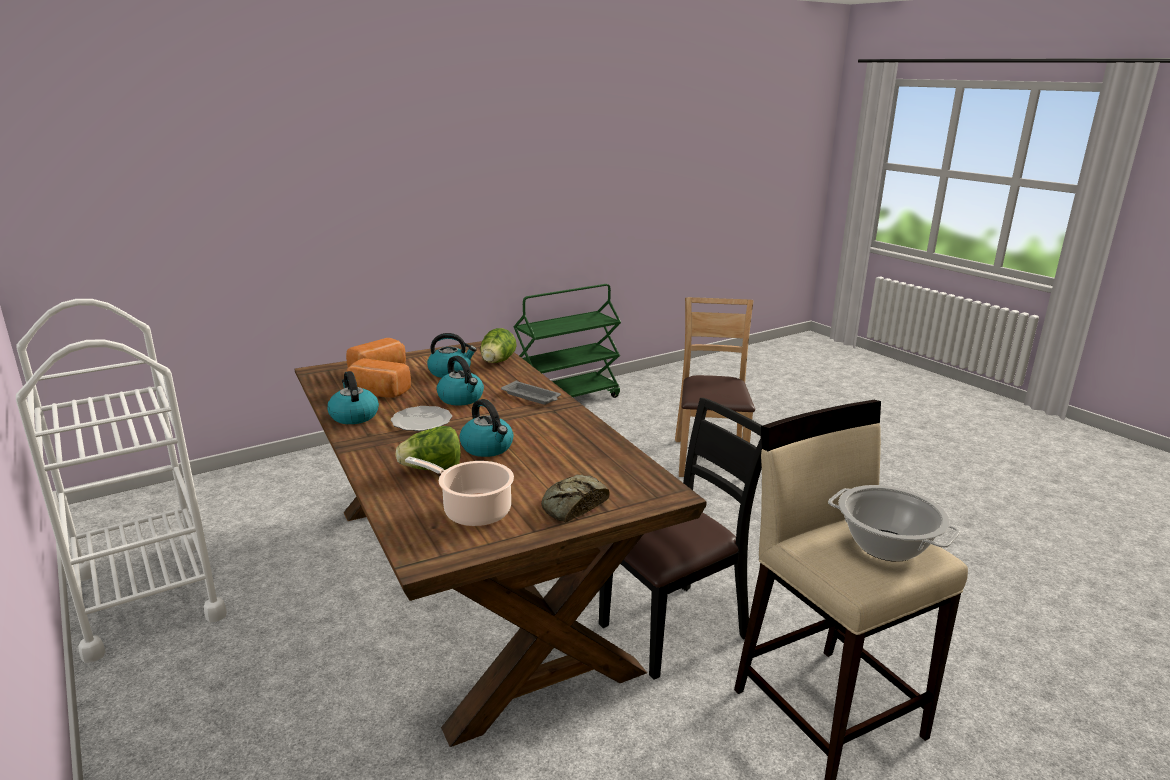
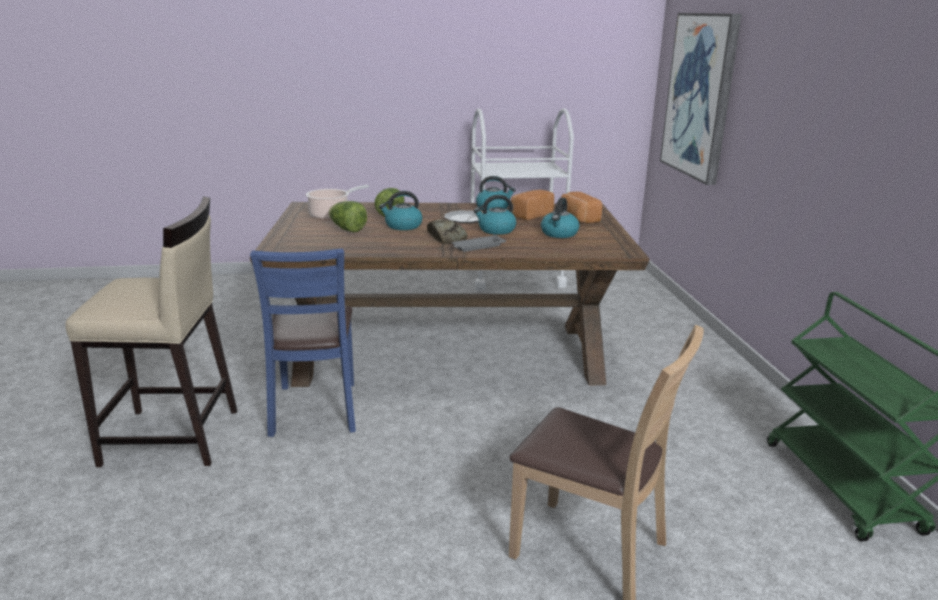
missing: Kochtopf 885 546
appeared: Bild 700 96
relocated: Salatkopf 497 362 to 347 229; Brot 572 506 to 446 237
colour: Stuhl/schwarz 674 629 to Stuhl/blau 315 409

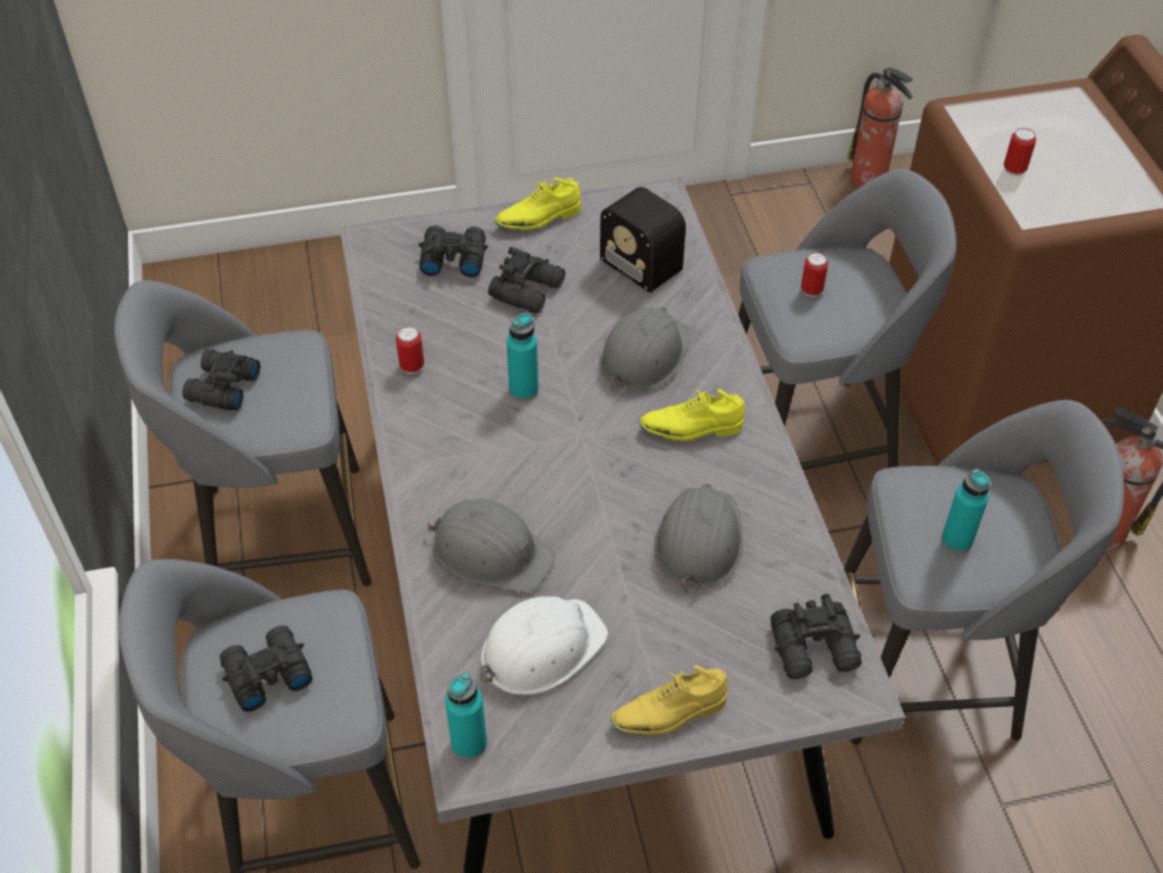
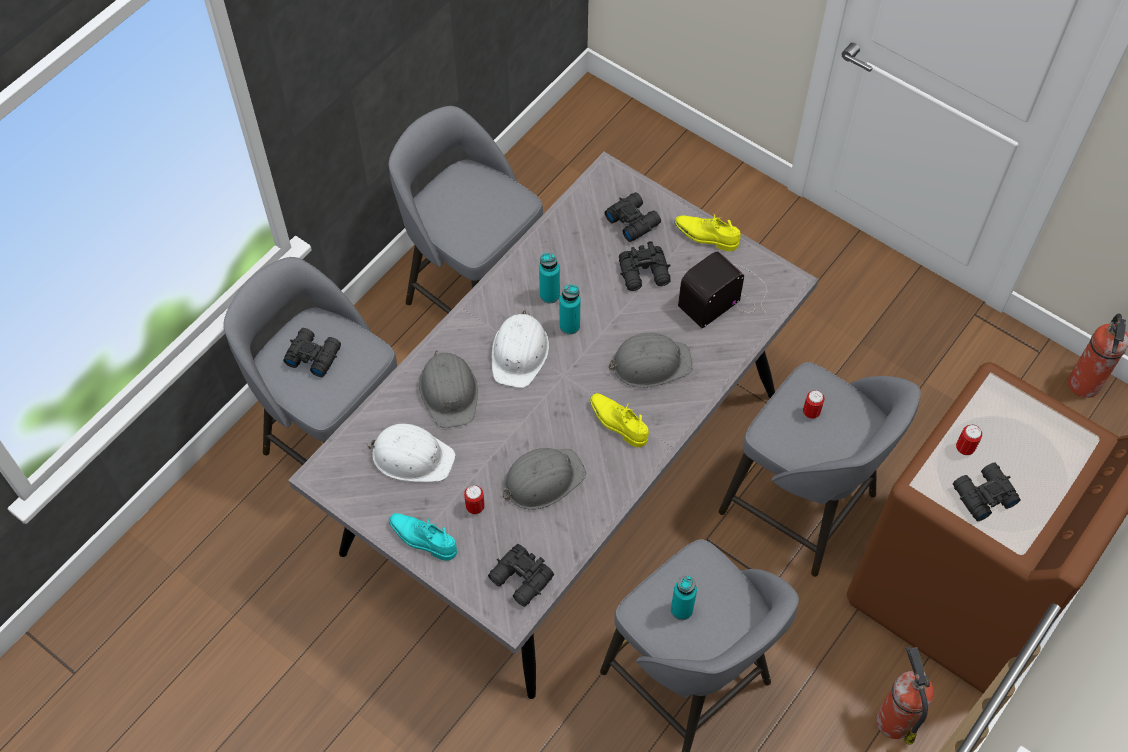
appeared: Schutzhelm/weiß 520 352
relocated: Fernglas/schwarz 221 388 to 982 495; Dose 412 366 to 475 507; Flasche/türkis 469 743 to 549 295
colour: Schuh/gelb 669 714 to Schuh/türkis 423 539
spun: Radio 626 249 = 726 295 45 degrees clockwise

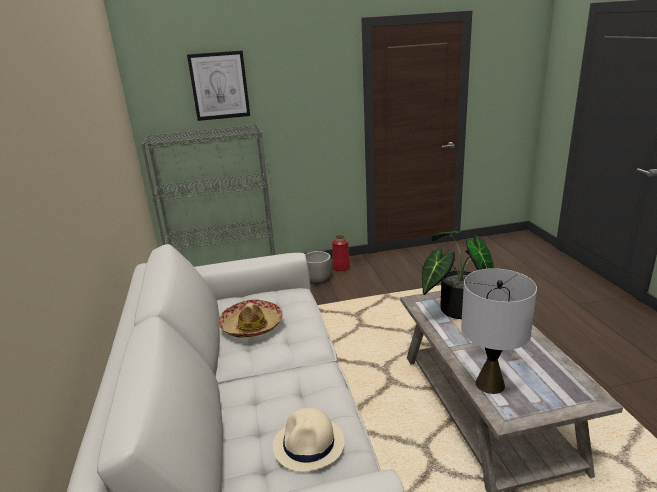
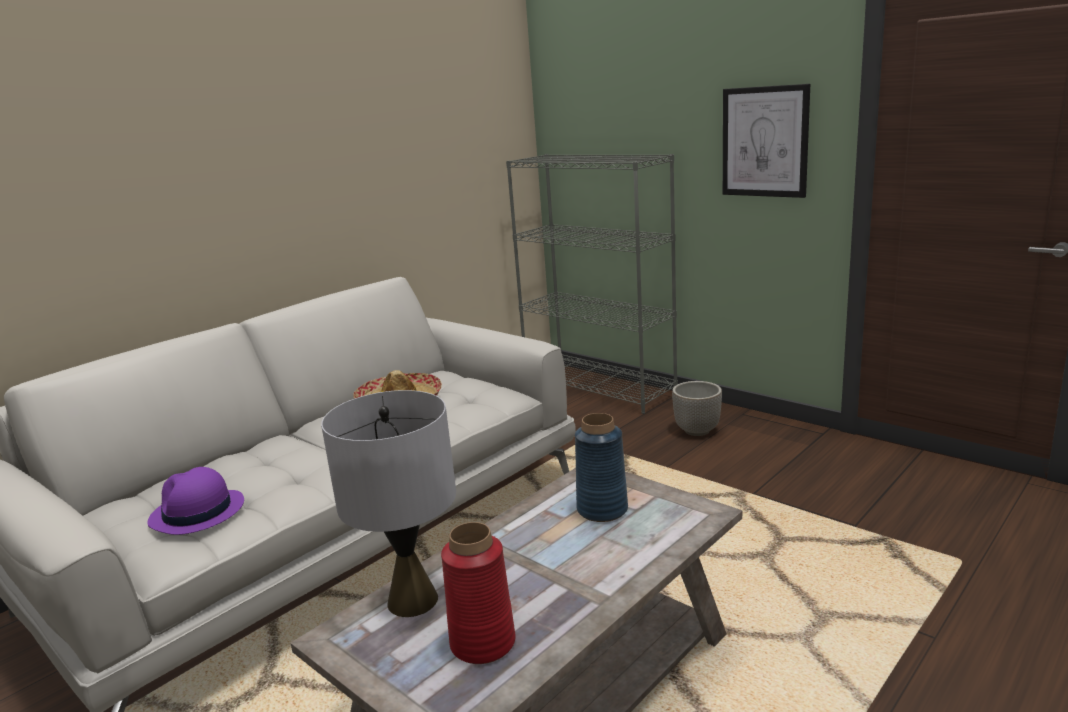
relocated: Bild 219 86 to 765 142; Vase/rot 341 267 to 482 643
exchanged: Topfpflanze 454 310 to Vase/blau 601 509
colour: Hut/beige 309 444 to Hut/lila 197 513

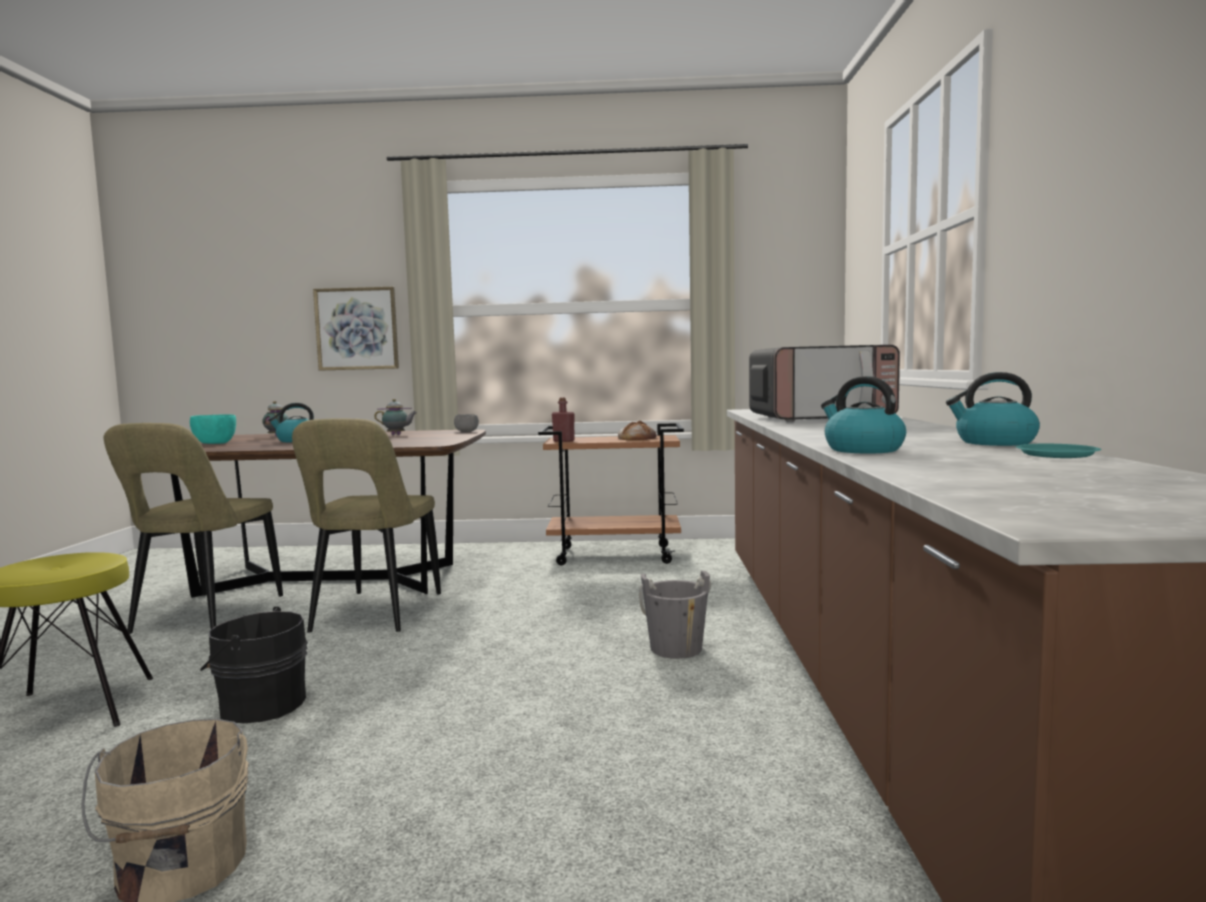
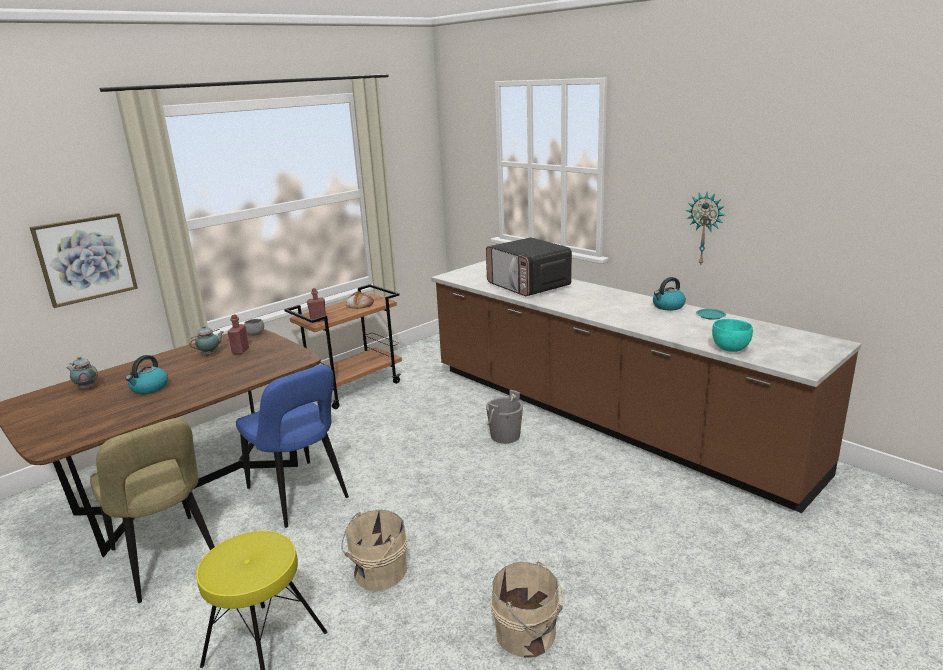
missing: Wasserkessel 862 449
appeared: Flasche/rot 240 351; Wanduhr 705 228
relocated: Schüssel/türkis 214 443 to 730 349
colour: Eimer/schwarz 260 705 to Eimer/beige 378 573; Stuhl/beige 374 615 to Stuhl/blau 300 495
spun: Mikrowelle 820 418 = 528 286 105 degrees clockwise

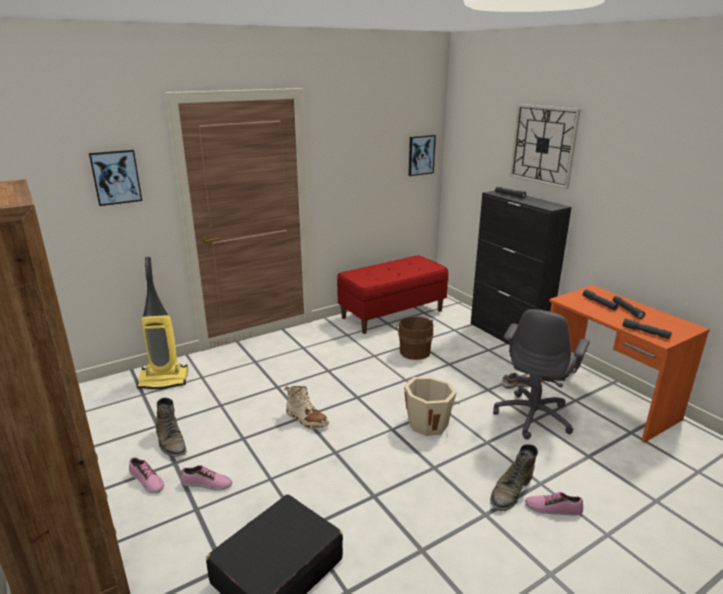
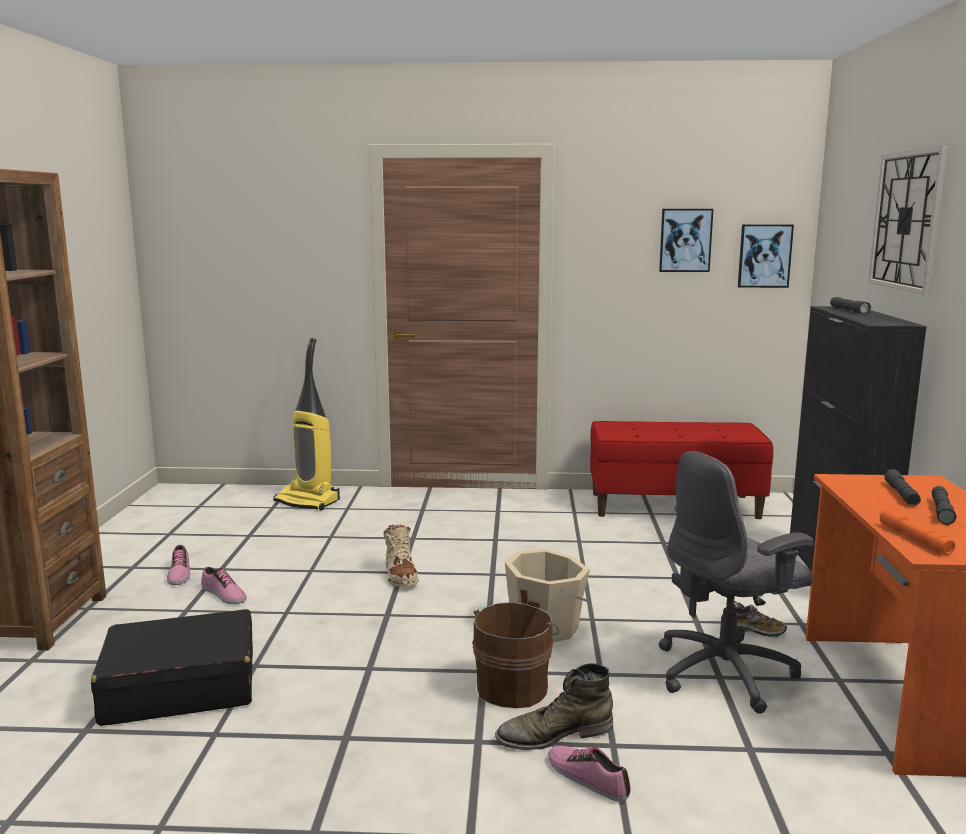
missing: Stiefel/grün 171 441
relocated: Bild 116 177 to 685 240; Eimer/braun 414 351 to 514 686
colour: Taschenlampe/grau 645 332 to Taschenlampe/orange 915 539

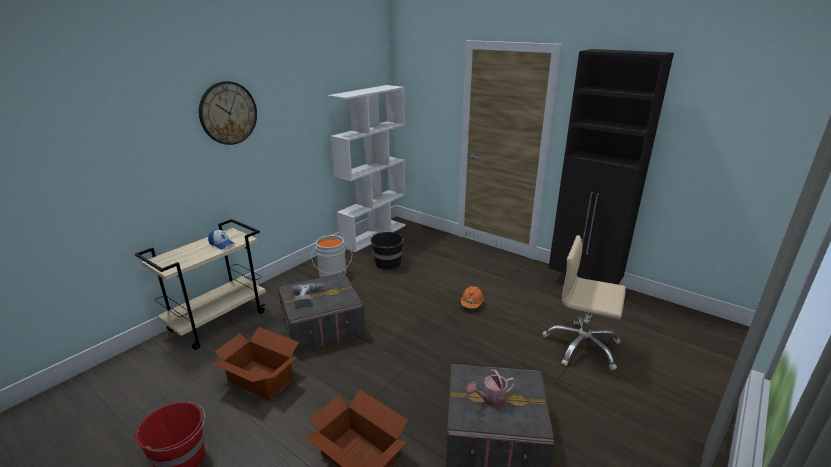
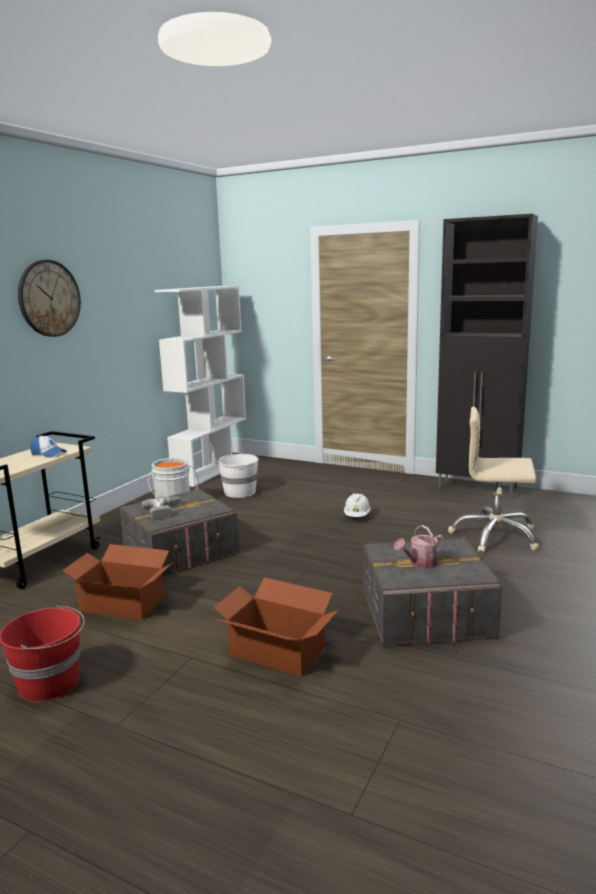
colour: Eimer/schwarz 388 263 to Eimer/weiß 240 492; Schutzhelm/orange 472 304 to Schutzhelm/weiß 357 516

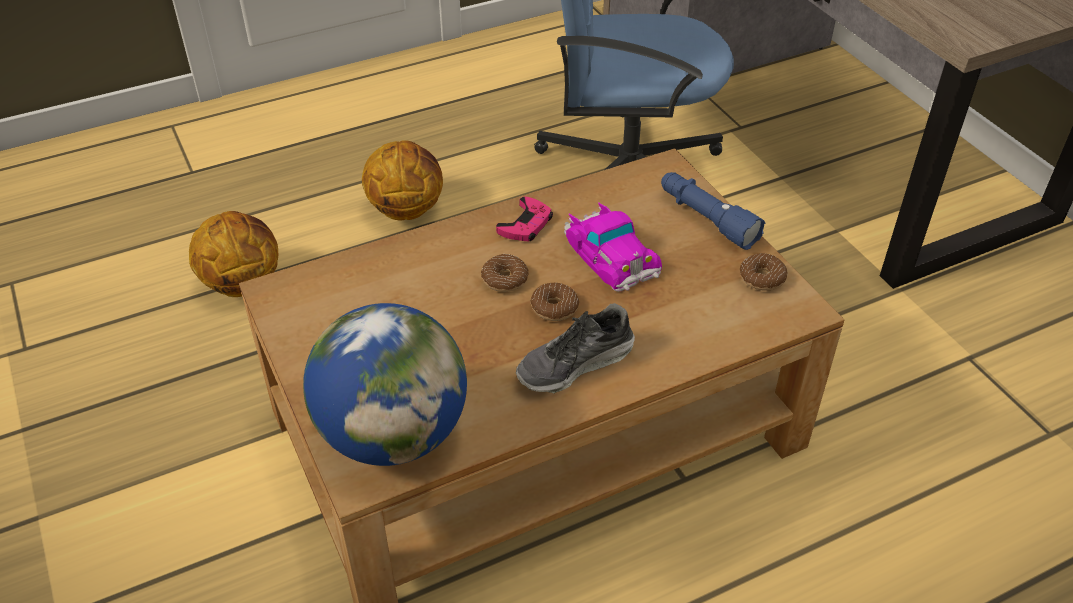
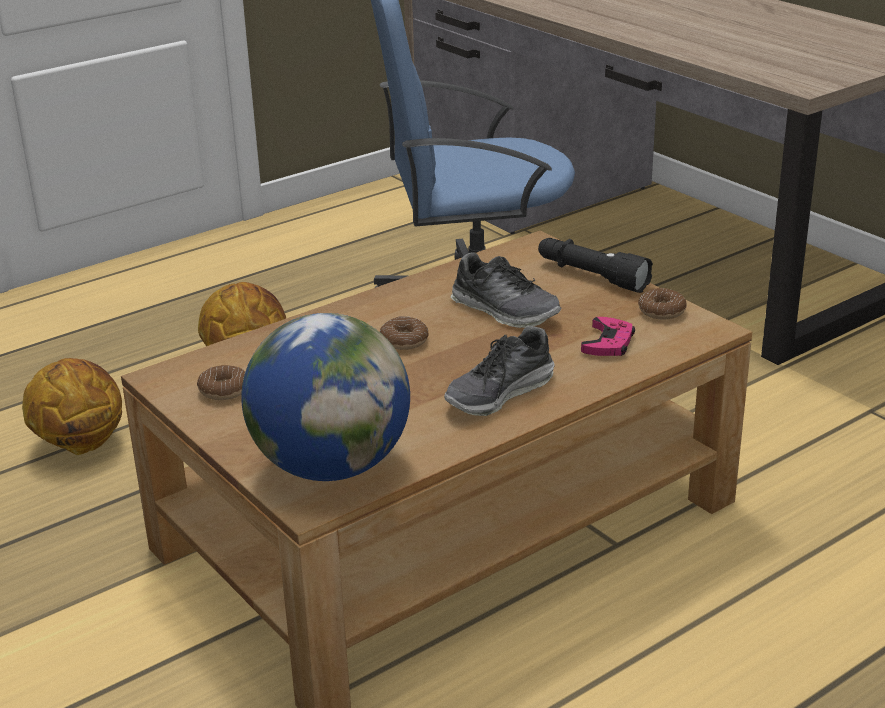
relocated: Gamepad/rosa 526 224 to 608 343; Donut 554 308 to 224 390
exchanged: Spielzeugauto 610 253 to Schuh 505 311
colour: Taschenlampe/blau 706 219 to Taschenlampe/schwarz 591 276

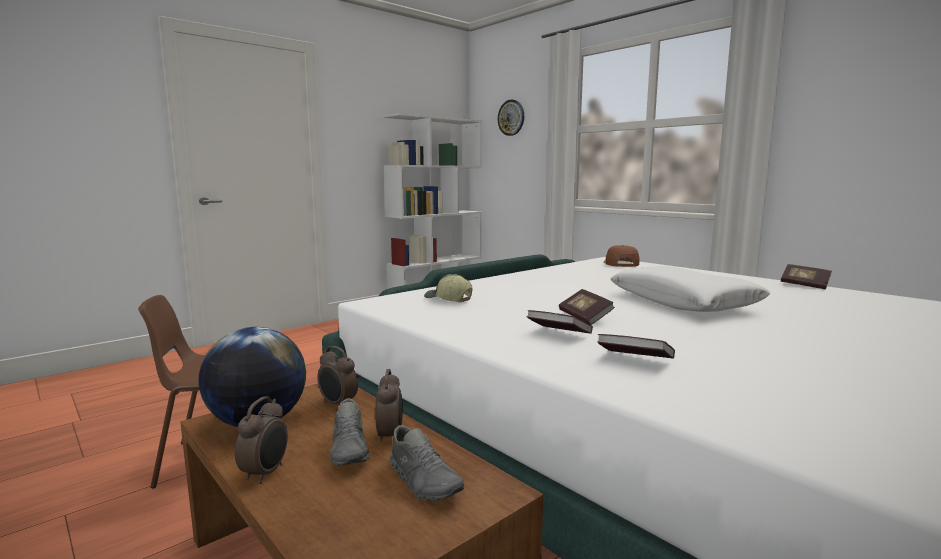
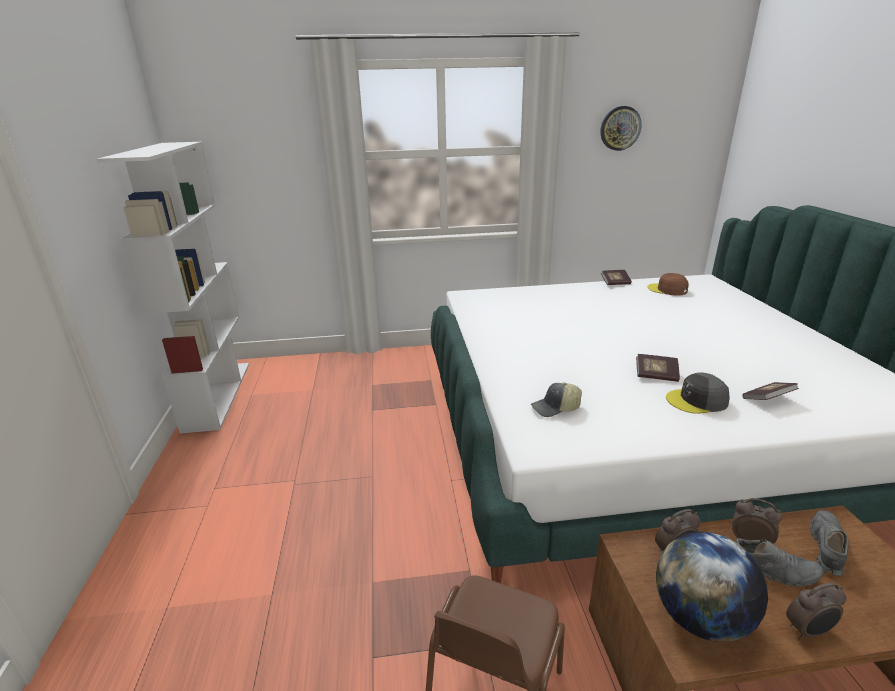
missing: Kissen/weiß 683 302
relocated: Wanduhr 511 117 to 620 128; Kappe/braun 620 263 to 667 290
exchanged: Buch 558 334 to Kappe/grau 697 401
spun: Wecker 266 473 = 808 631 120 degrees clockwise; Schuh/grau 424 481 = 826 548 60 degrees counterclockwise

